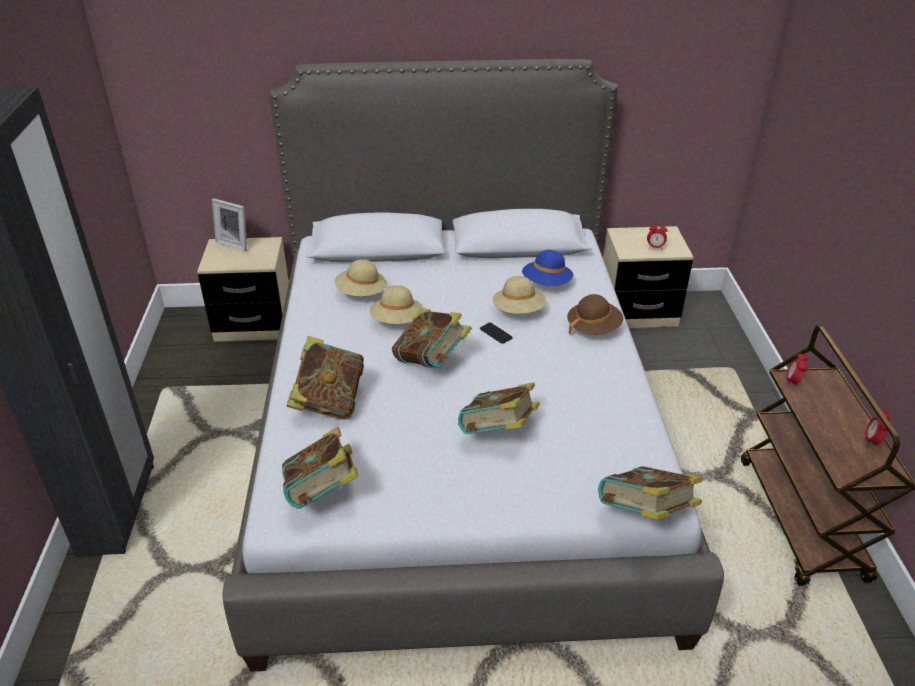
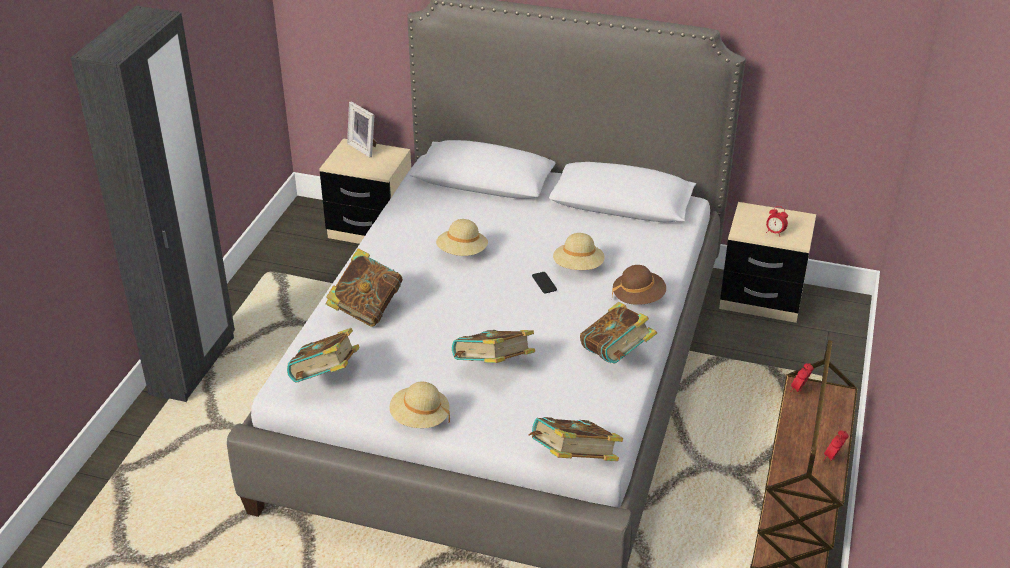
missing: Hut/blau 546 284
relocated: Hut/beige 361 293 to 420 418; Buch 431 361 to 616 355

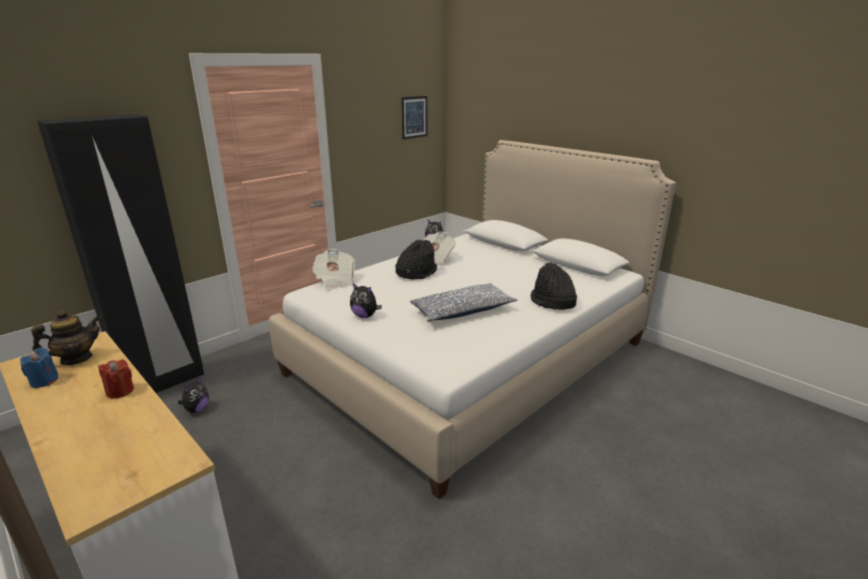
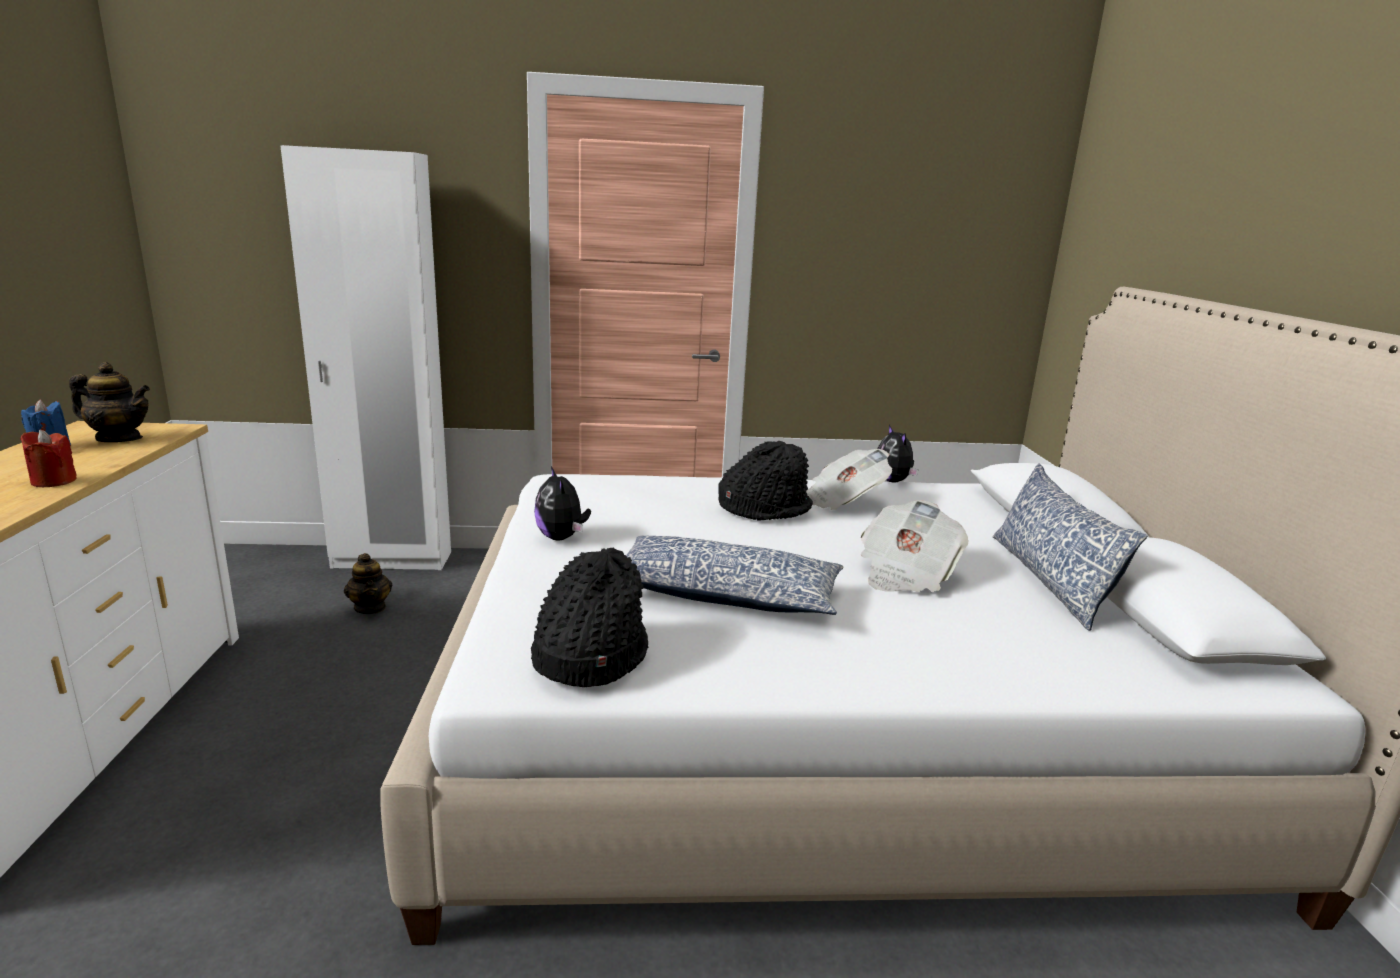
missing: Bild 414 117
appeared: Kissen 1049 579
relocated: Zeitung 334 280 to 905 574; Hut/schwarz 552 301 to 589 654
exchanged: Plüschtier 197 409 to Teekanne 370 608
colour: Kleiderschrank/schwarz 163 383 to Kleiderschrank/weiß 391 560

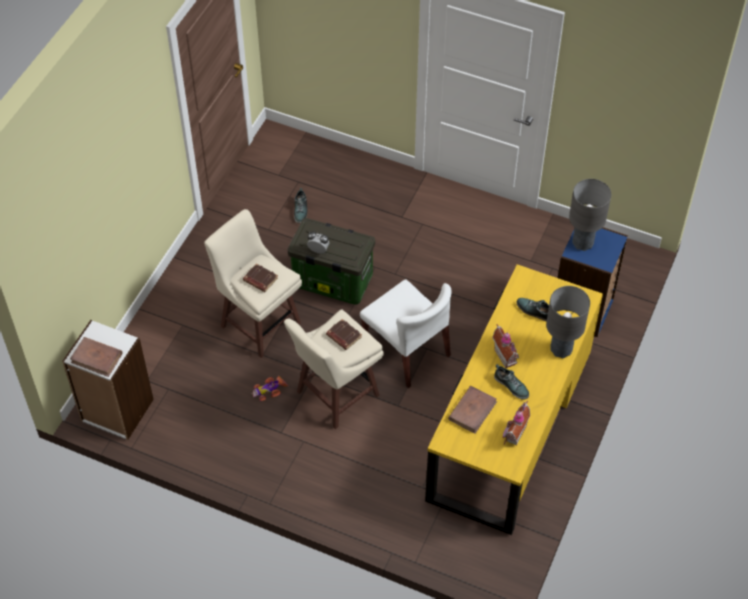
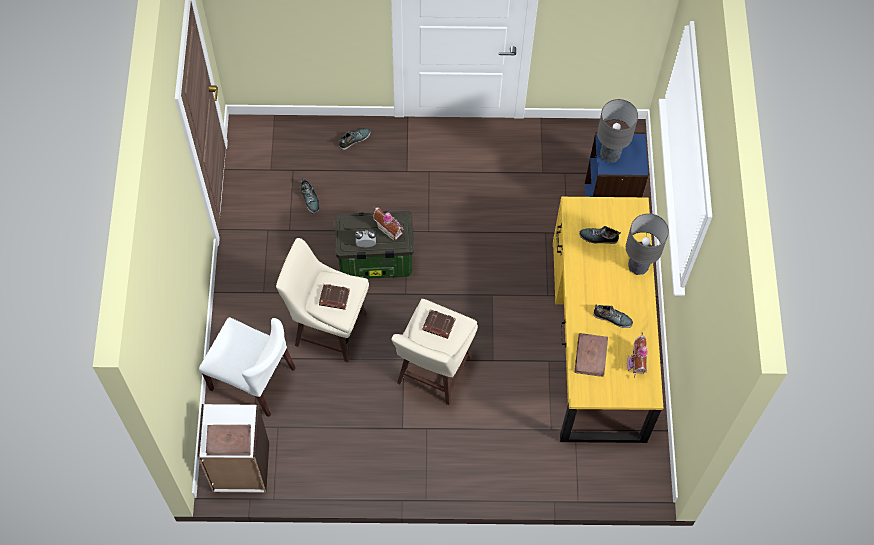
missing: Spielzeugauto 269 390
appeared: Schuh 354 139
relocated: Stuhl/weiß 407 351 to 253 379; Spielzeughaus 506 356 to 390 229

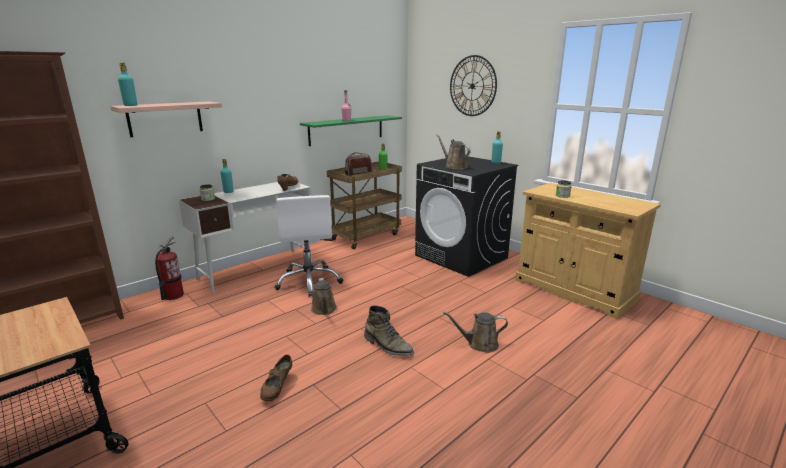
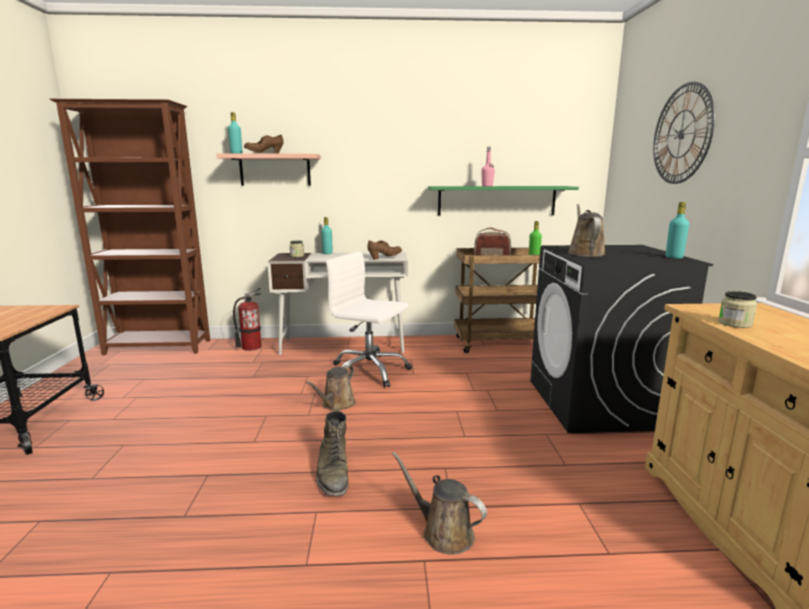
relocated: Schuh/braun 277 388 to 264 154
spun: Bürostuhl/weiß 309 281 = 369 371 90 degrees clockwise

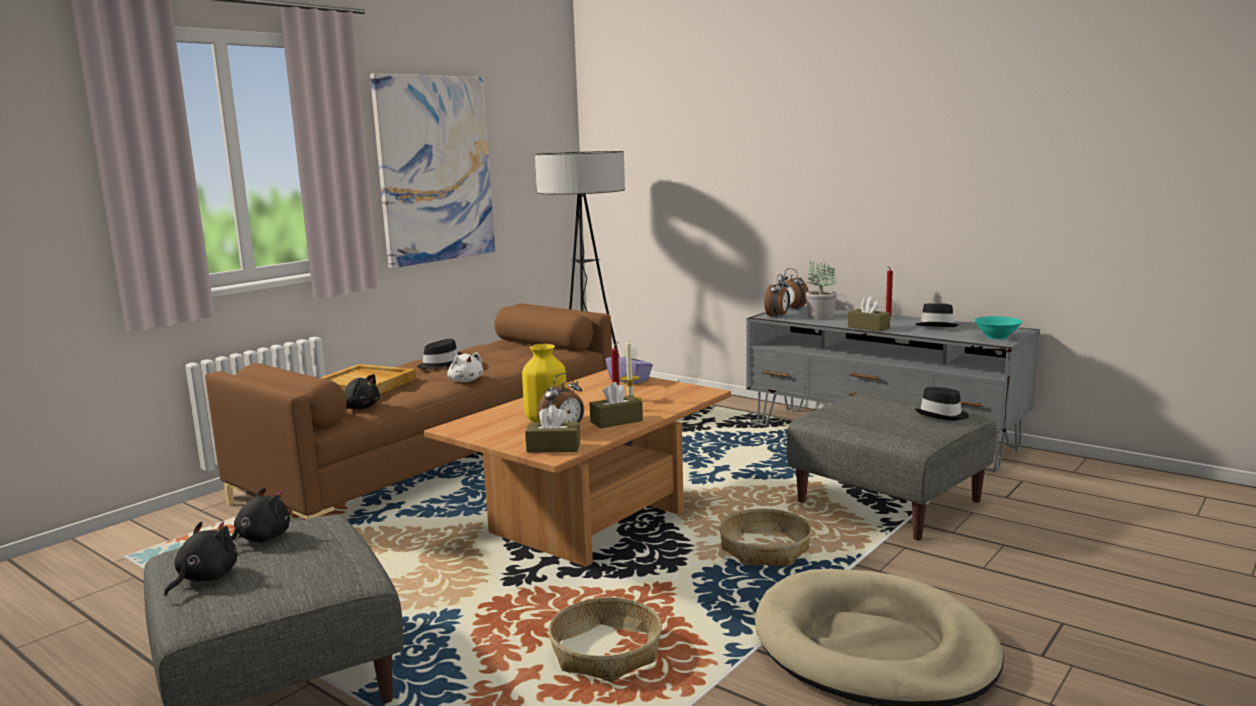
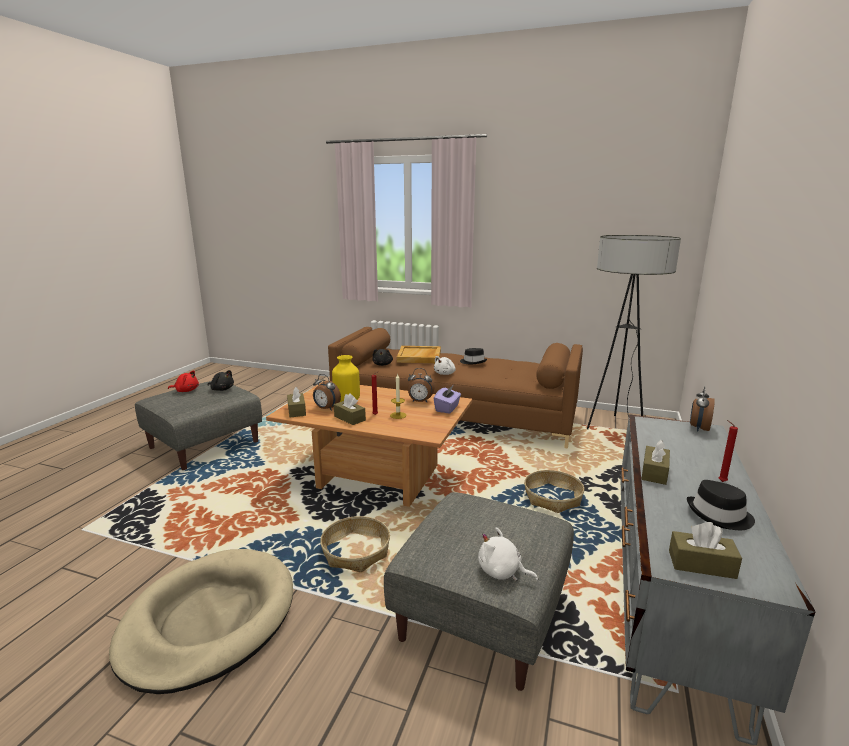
missing: Bild 435 169; Topfpflanze 820 316
relocated: Korb 606 653 to 553 498; Wecker 778 316 to 420 401
exchanged: Hut/schwarz 943 415 to Plüschtier/weiß 502 572; Schüssel/türkis 997 337 to Taschentuchbox/braun 701 564
colour: Plüschtier/schwarz 204 578 to Plüschtier/rot 186 390

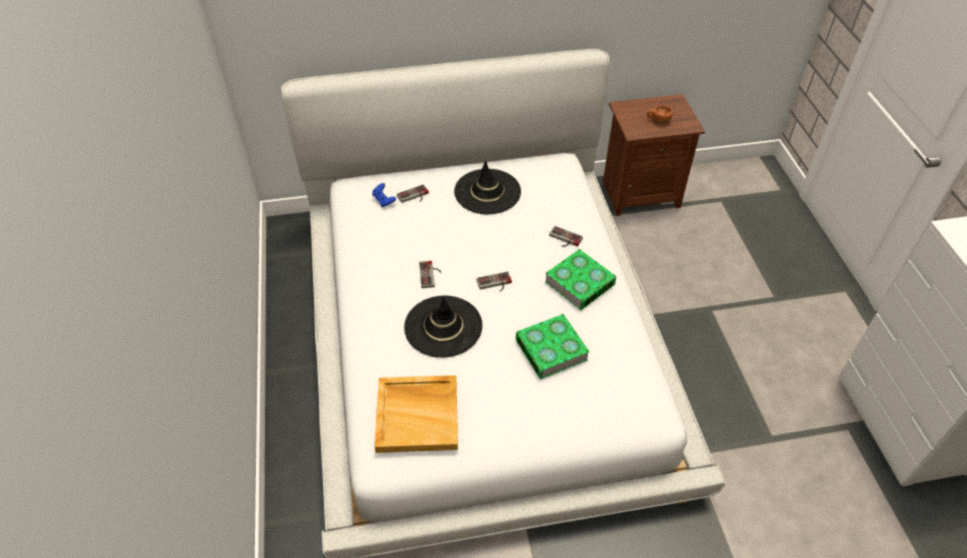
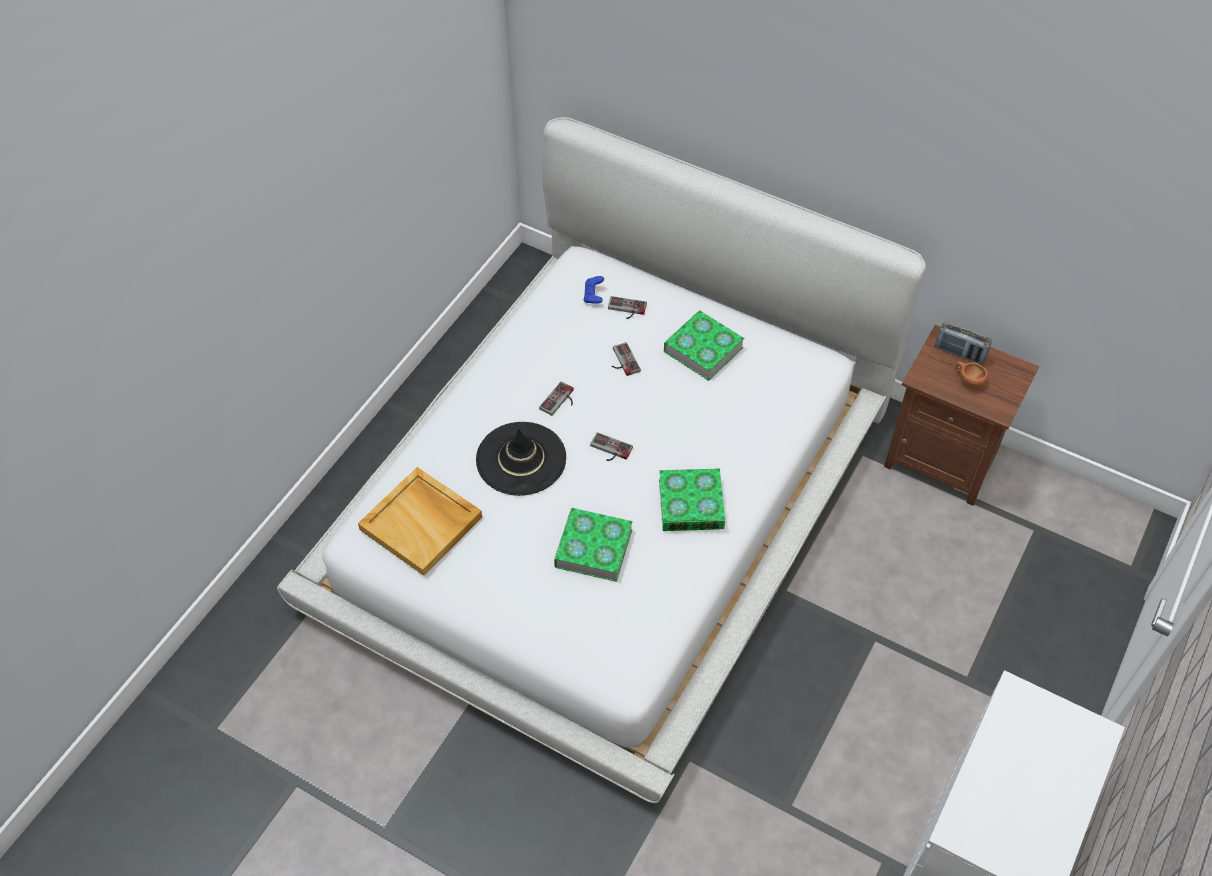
appeared: Radio 959 353
relocated: Gamepad 564 239 to 622 361
exchanged: Hut/schwarz 487 192 to Buch 703 349

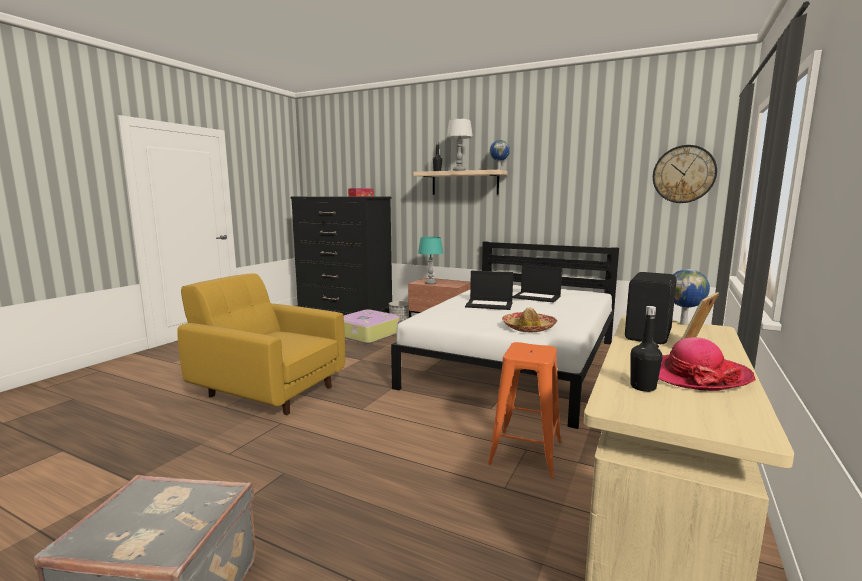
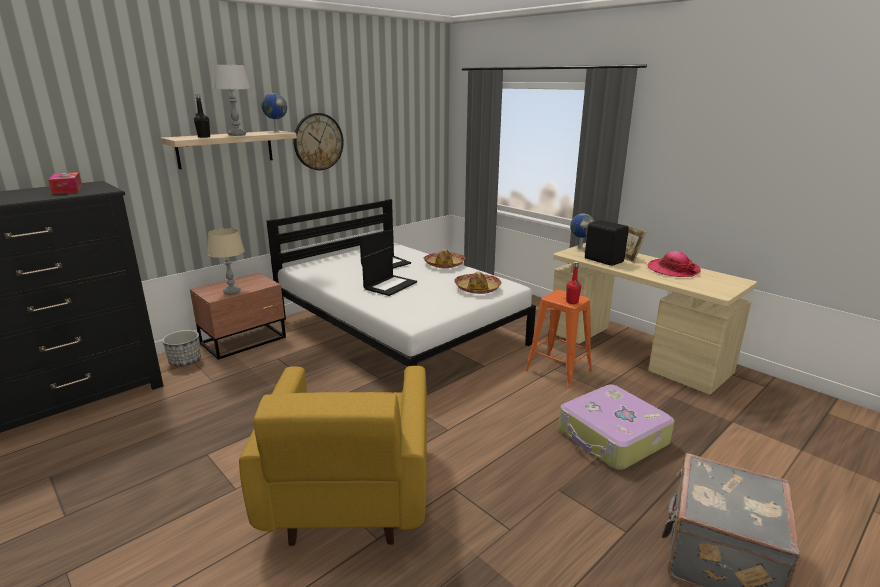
missing: Flasche/schwarz 643 387
appeared: Hut 444 264; Flasche/rot 572 302
relocated: Koffer 367 334 to 612 438; Wanduhr 683 174 to 318 142
colour: Tischlampe/türkis 430 283 to Tischlampe/beige 232 291
spun: Sessel/gelb 268 390 = 349 496 45 degrees counterclockwise

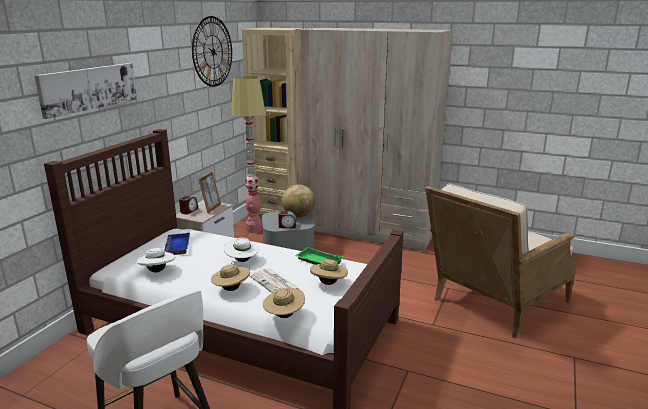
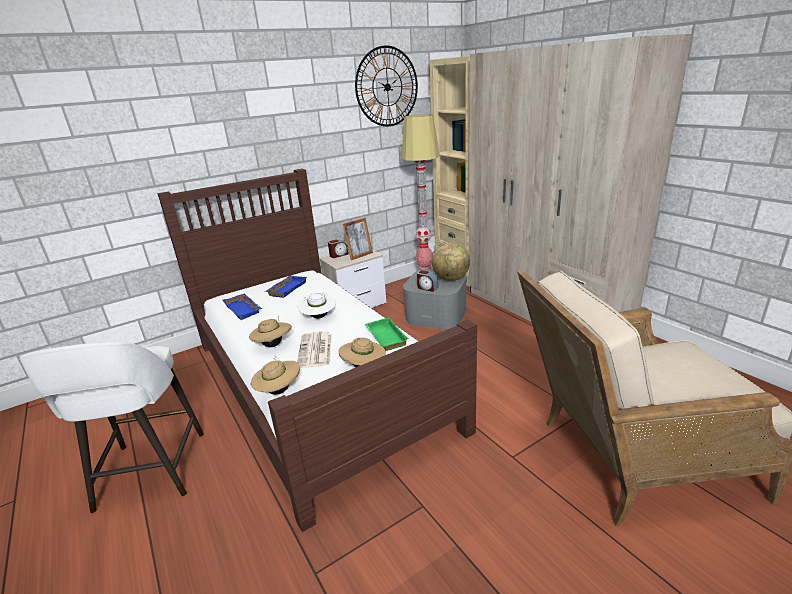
missing: Bild 89 88
exchanged: Hut/weiß 157 271 to Tablett/blau 244 309

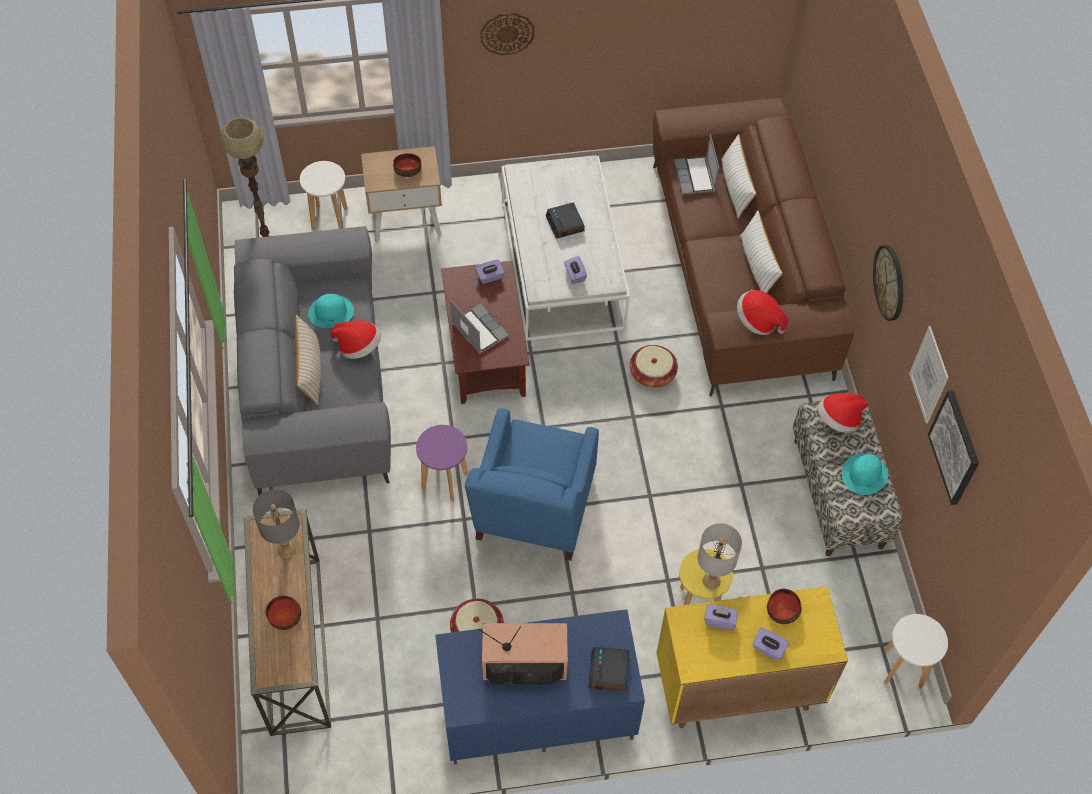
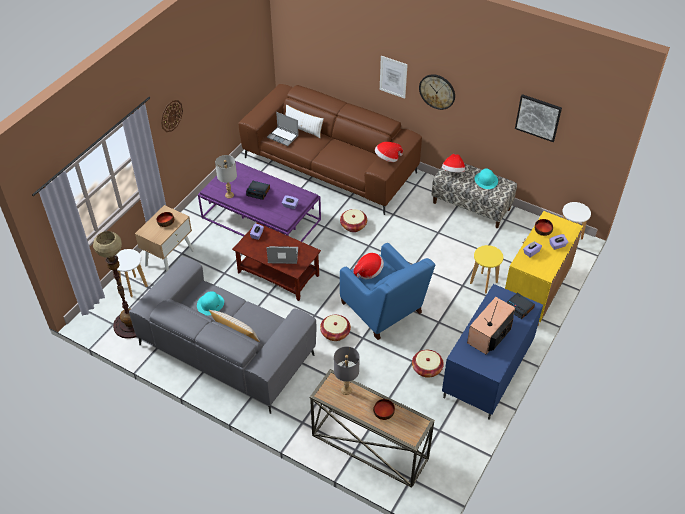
missing: Kissen/weiß 757 265
relocated: Hut 358 347 to 368 271; Tischlampe/grau 711 580 to 229 195; Bild 929 375 to 393 77
exchanged: Hocker/lila 444 482 to Korb 335 333
colour: Couchtisch/weiß 562 264 to Couchtisch/lila 261 219

